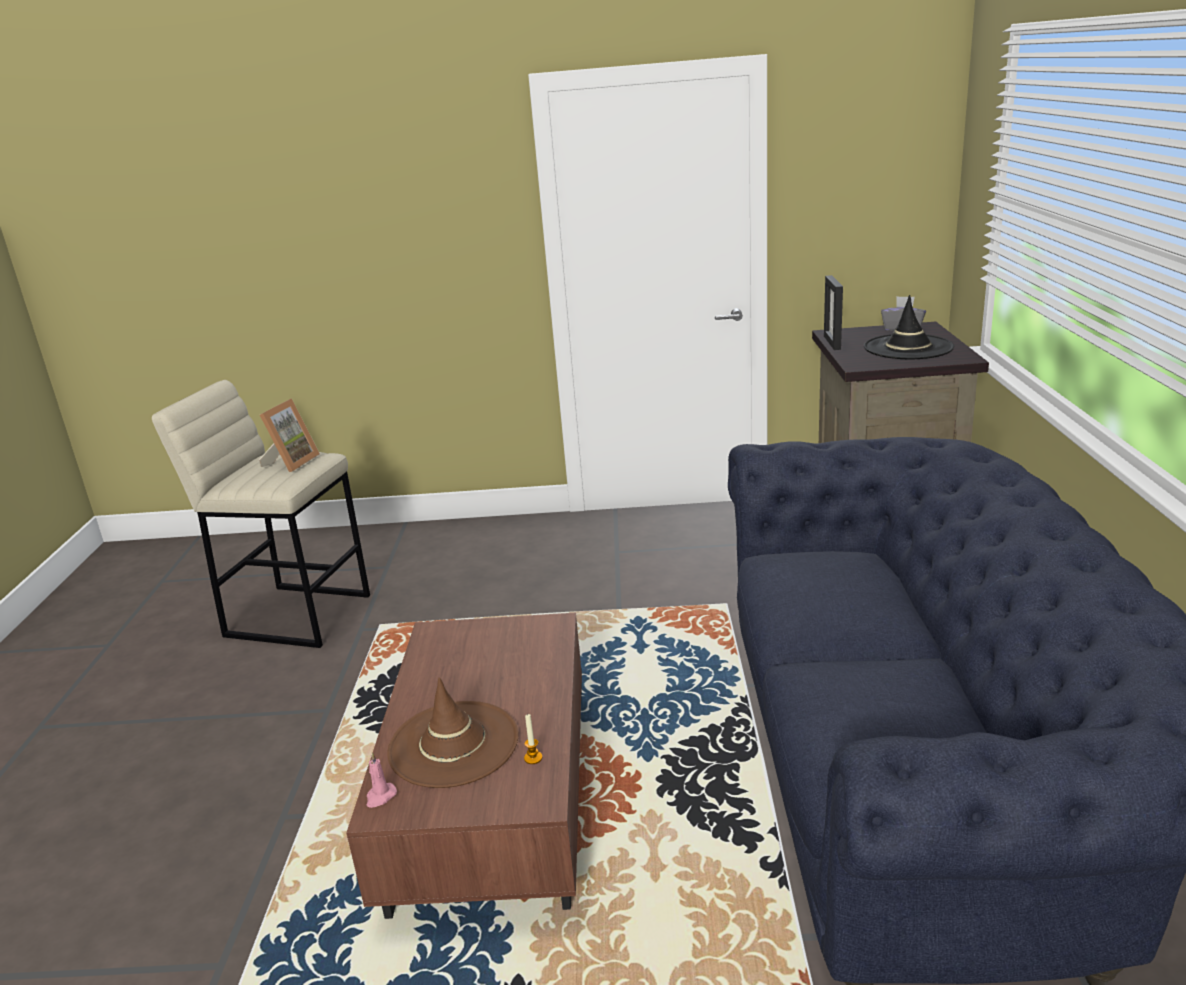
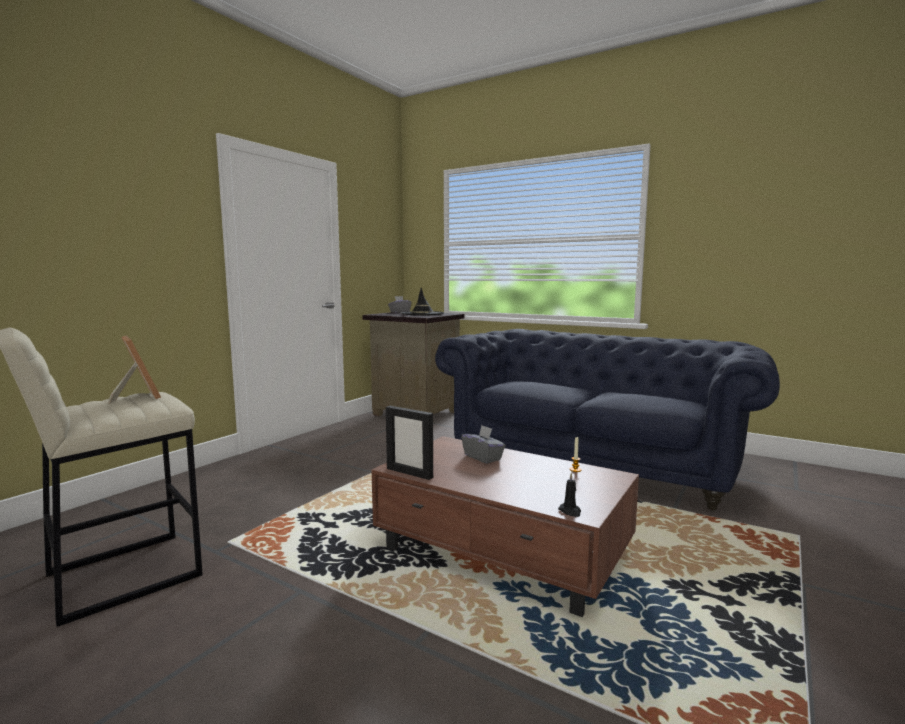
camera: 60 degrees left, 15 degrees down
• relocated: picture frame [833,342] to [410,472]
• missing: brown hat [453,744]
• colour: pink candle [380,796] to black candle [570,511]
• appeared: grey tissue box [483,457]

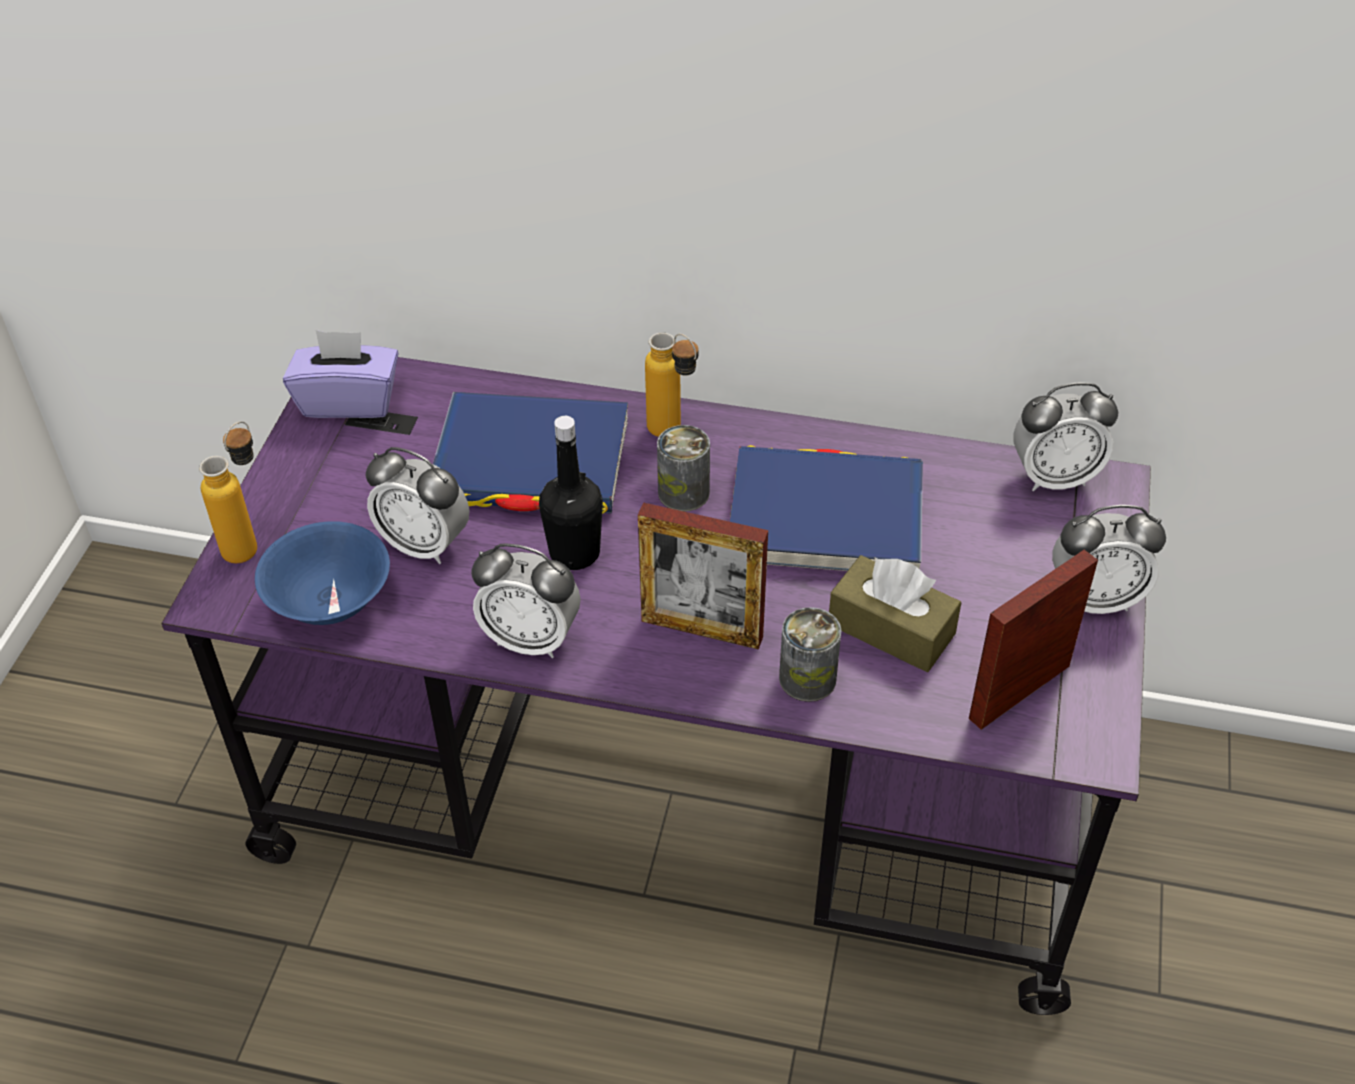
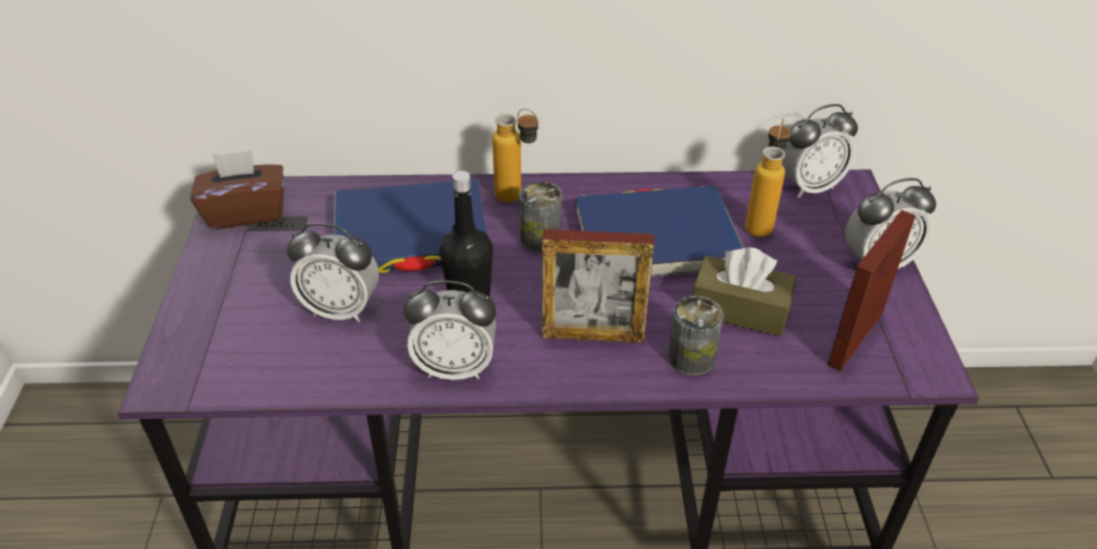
camera: 15 degrees left, 5 degrees down
• colour: purple tissue box [349,400] to brown tissue box [246,212]
• relocated: bottle [250,542] to [760,222]
• missing: blue bowl [329,602]

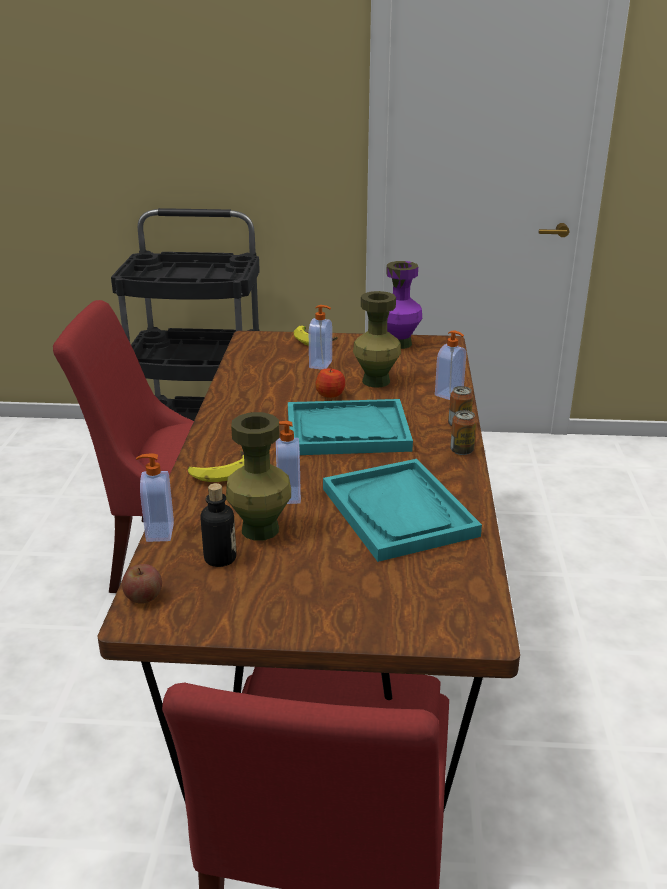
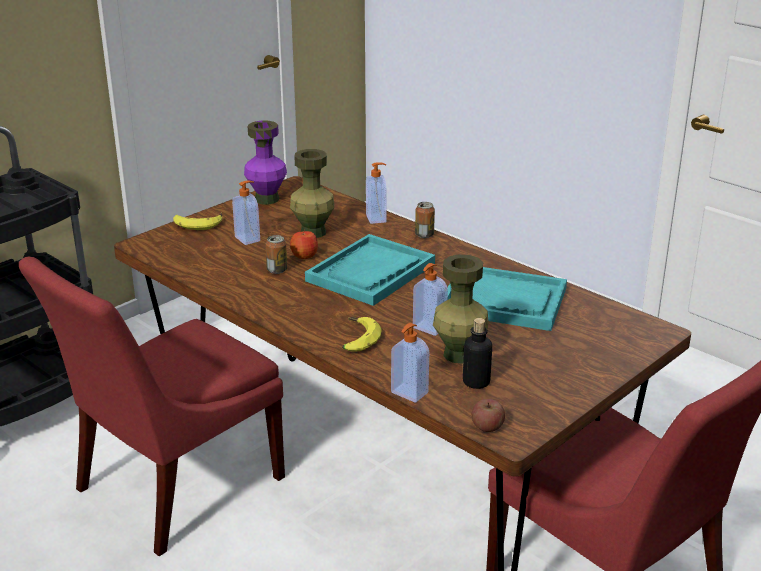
camera: 50 degrees left, 0 degrees up
• relocated: can [461,451] to [277,270]

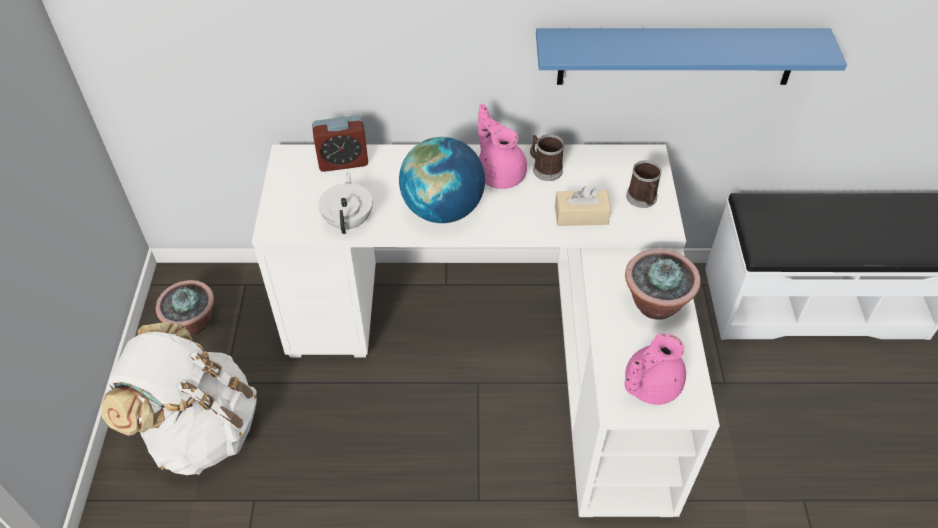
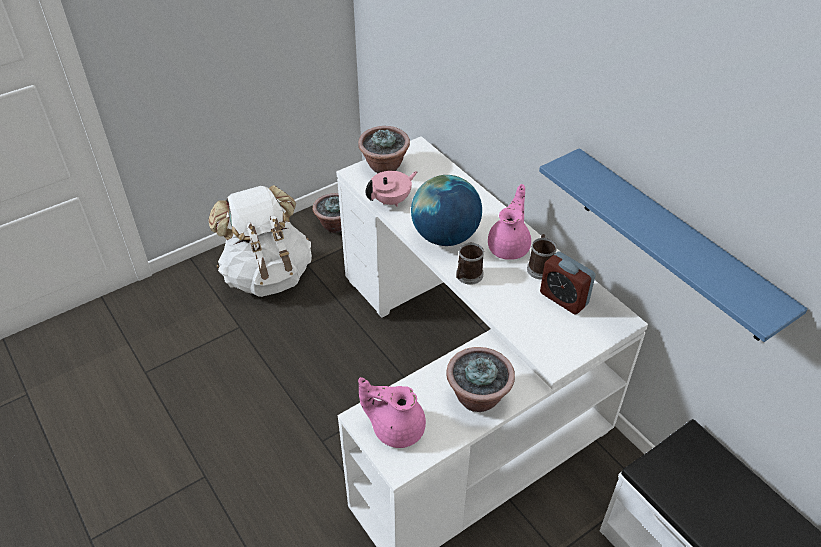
camera: 55 degrees right, 5 degrees down
• relocated: alarm clock [343,161] to [563,298]
• relocated: mug [642,199] to [467,276]
• colour: white teapot [349,220] to pink teapot [392,200]
• missing: beige tissue box [581,215]
• appeared: potted plant [384,167]

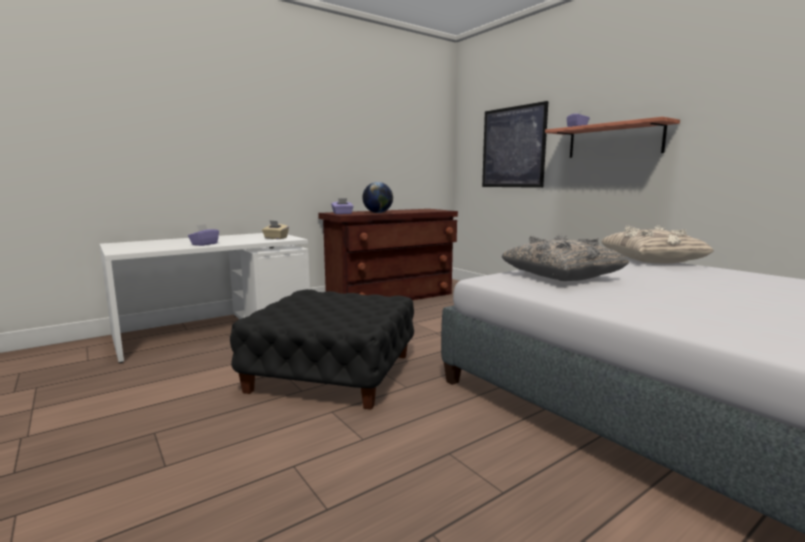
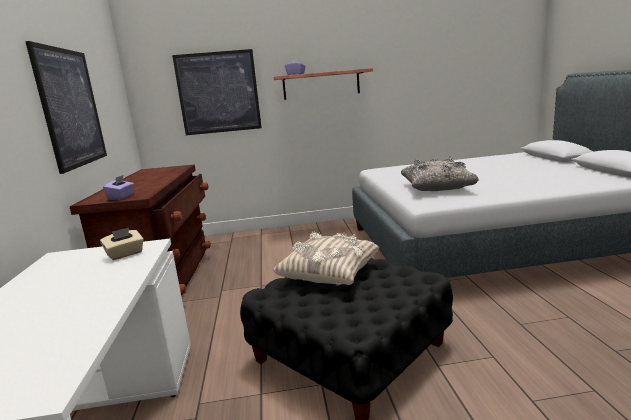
camera: 60 degrees left, 5 degrees up
• missing: globe [377,213]
• missing: purple tissue box [204,244]
• relocated: beige pillow [651,261] to [329,274]
• appeared: picture [71,108]

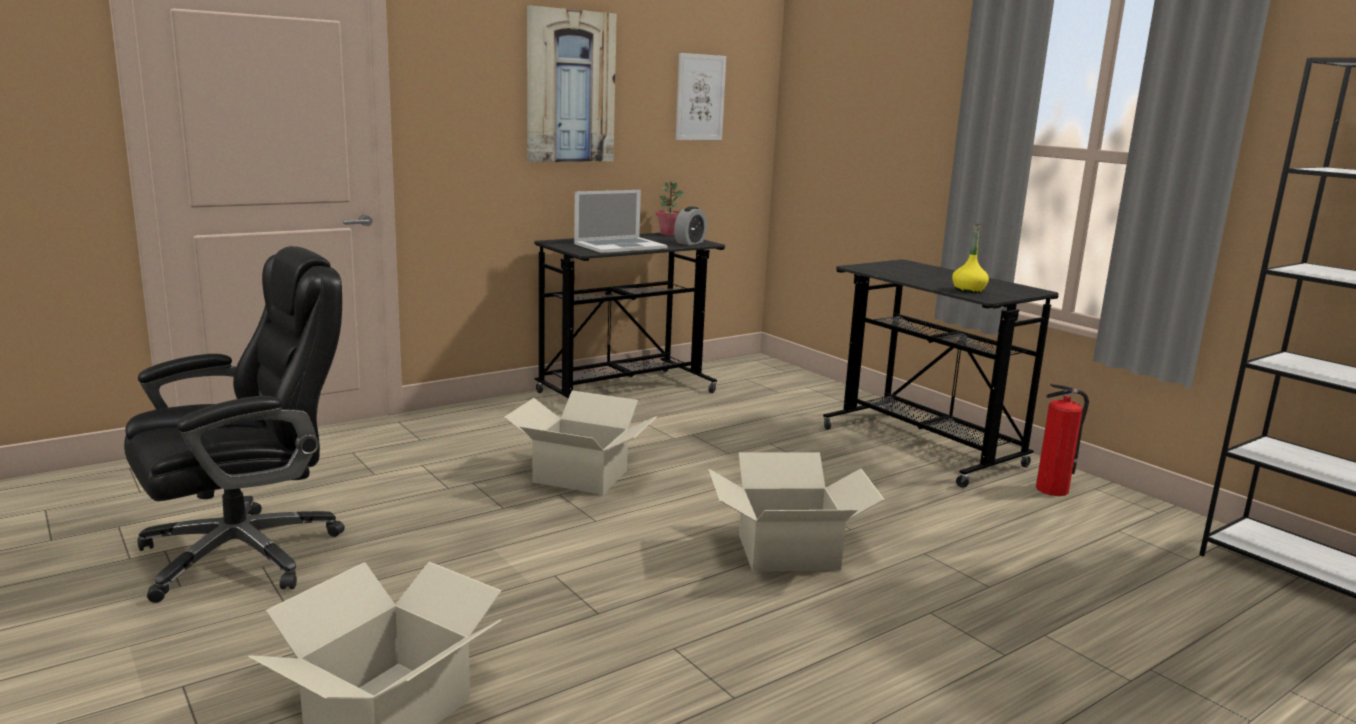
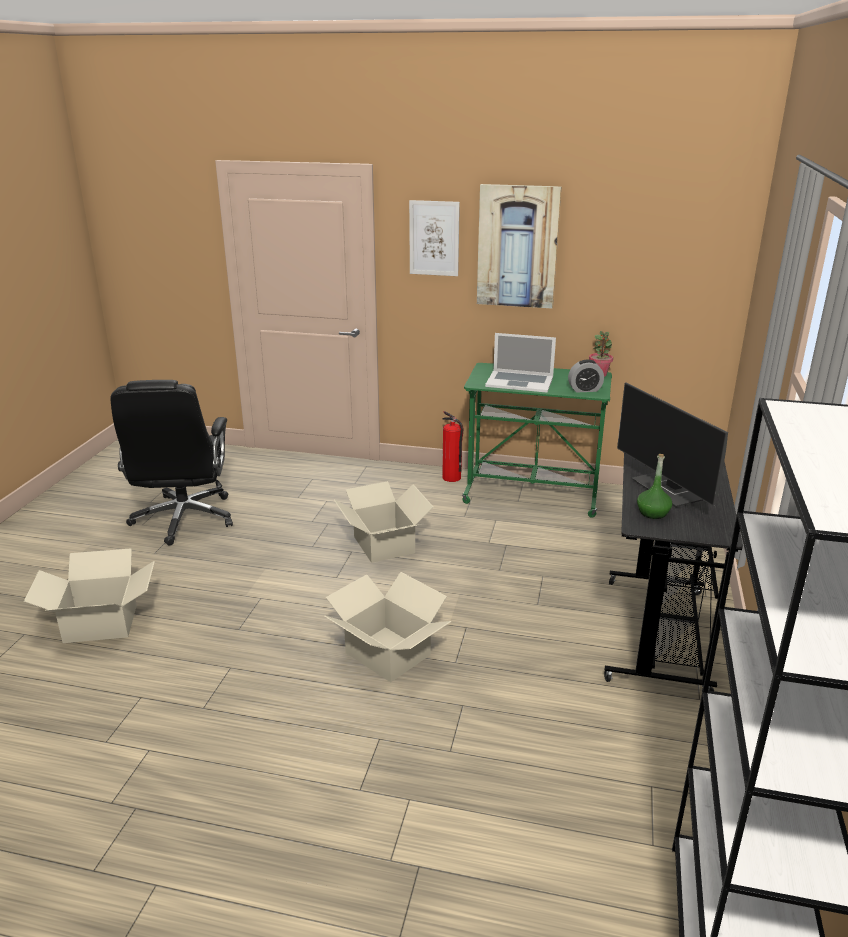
camera: 50 degrees right, 10 degrees up
• relocated: picture [700,97] to [434,238]
• colour: yellow bottle [968,290] to green bottle [652,513]
• colour: black desk [626,392] to green desk [532,493]
• spun: black office chair [246,553] = [184,519] 75 degrees clockwise
• relocated: fire extinguisher [1052,489] to [452,477]
• appeared: monitor [670,490]

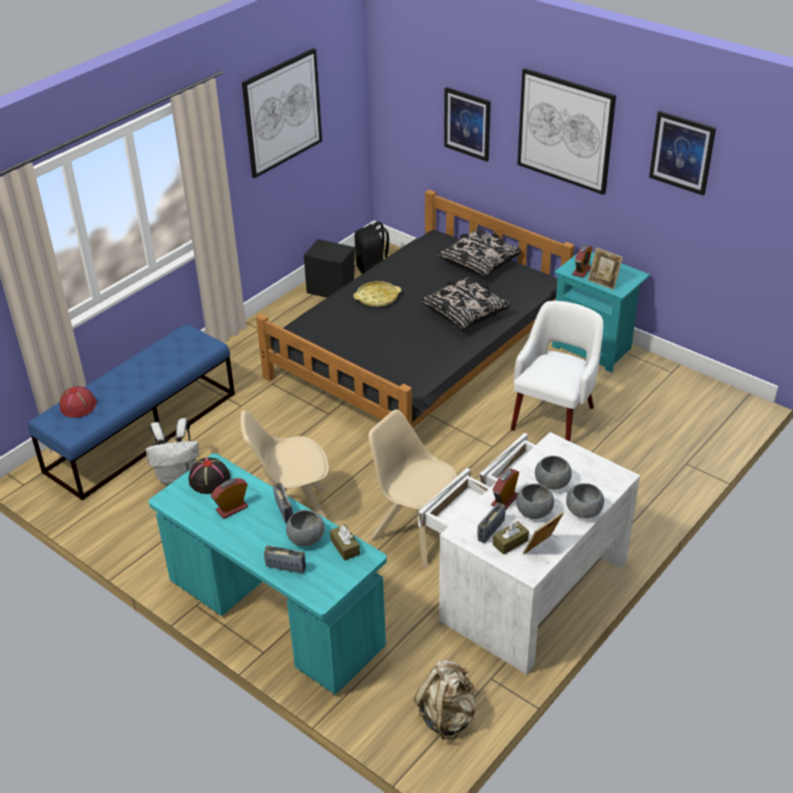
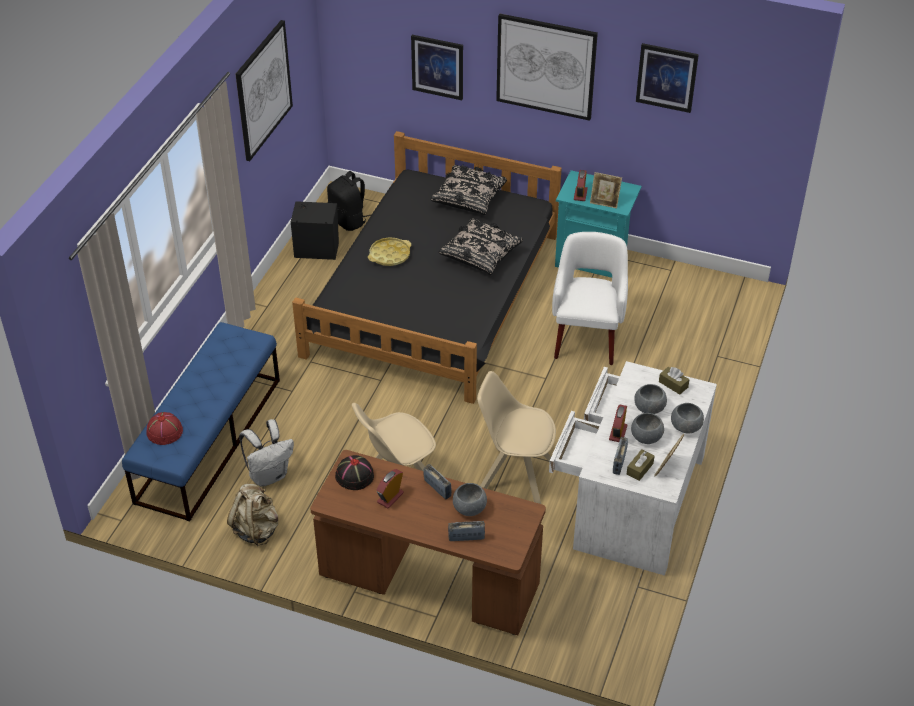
camera: 20 degrees left, 5 degrees up
• colour: turquoise desk [274,614] to brown desk [429,581]
• relocated: brown tissue box [345,547] to [673,384]
• relocated: beige backpack [447,716] to [256,529]

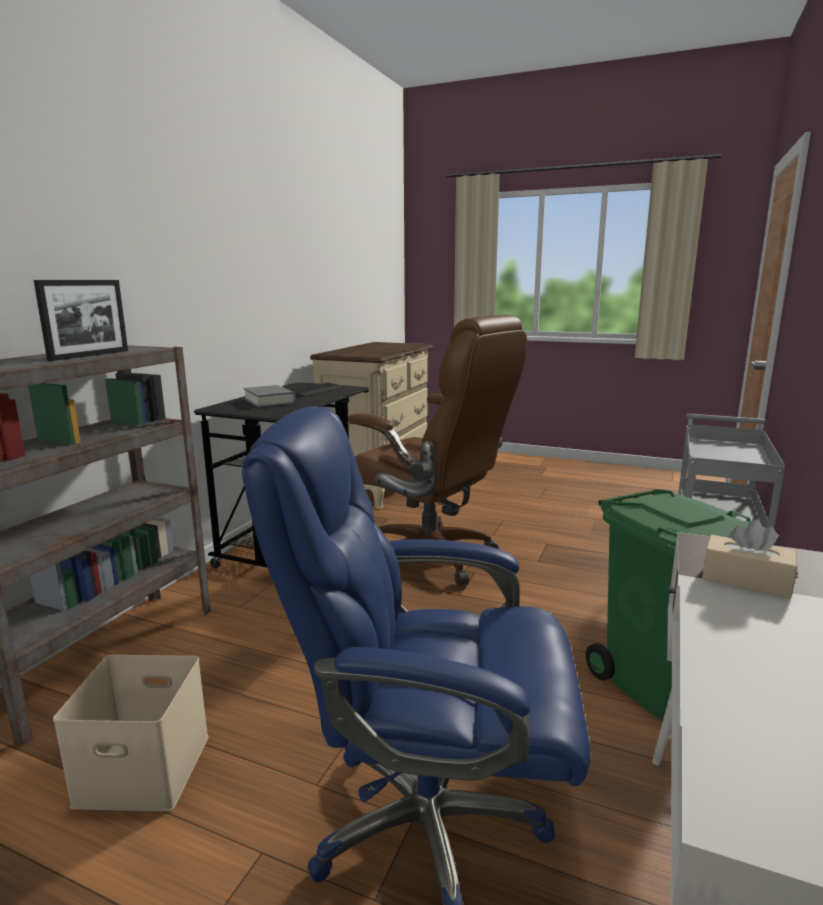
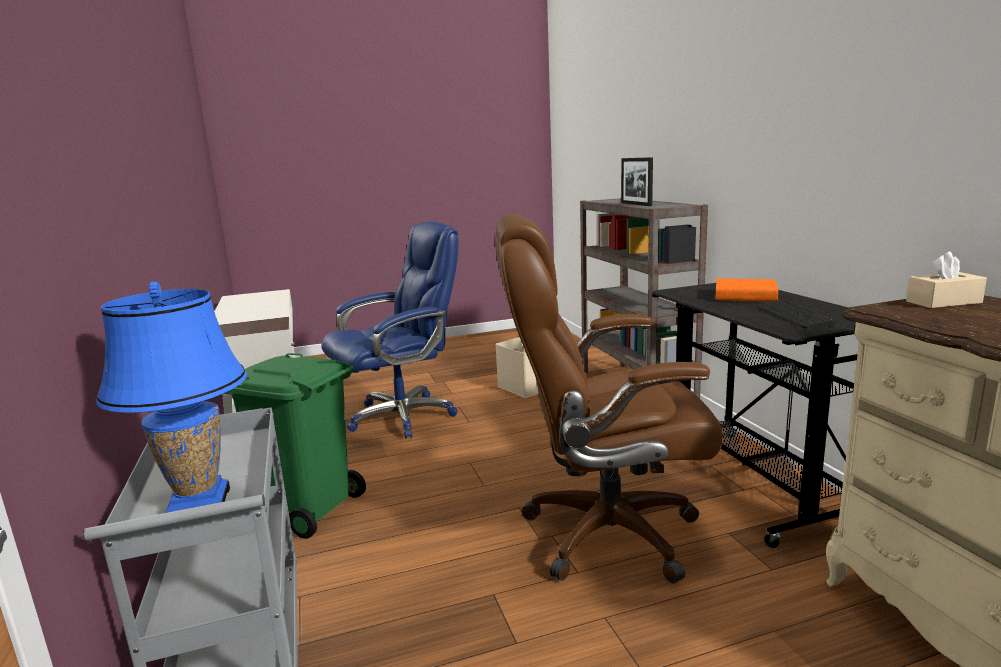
camera: 140 degrees right, 0 degrees up
• colour: grey book [269,401] to orange book [745,296]
• relocated: beige tissue box [746,580] to [943,302]
• appeared: blue table lamp [199,505]

